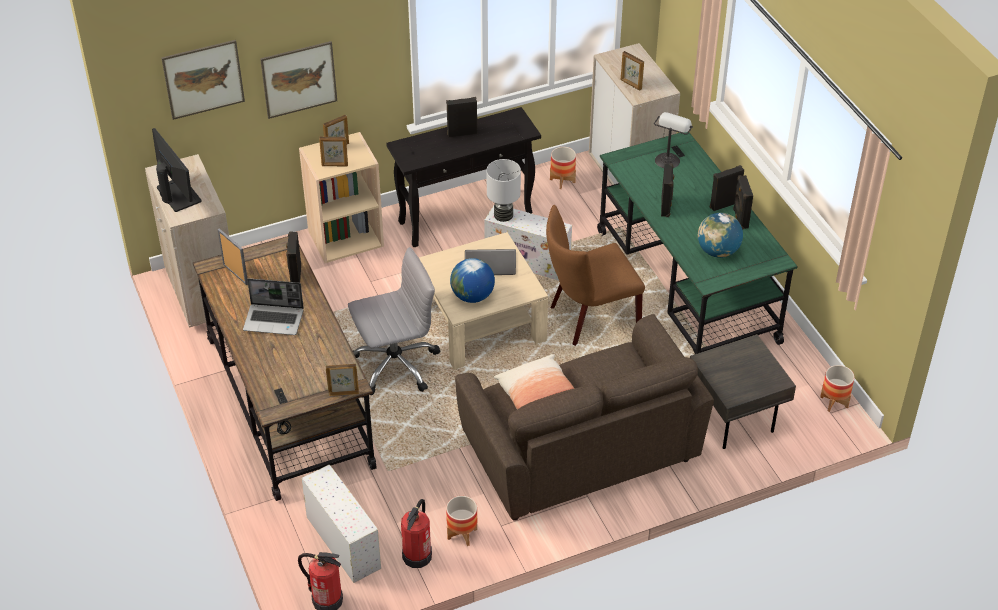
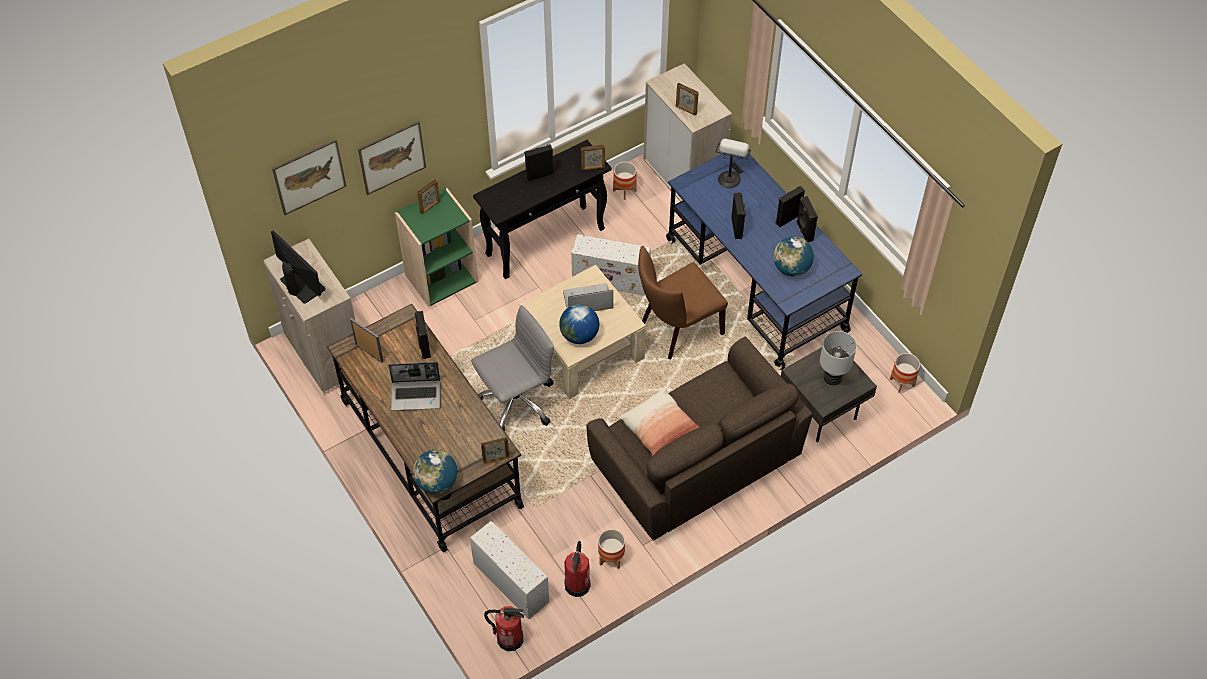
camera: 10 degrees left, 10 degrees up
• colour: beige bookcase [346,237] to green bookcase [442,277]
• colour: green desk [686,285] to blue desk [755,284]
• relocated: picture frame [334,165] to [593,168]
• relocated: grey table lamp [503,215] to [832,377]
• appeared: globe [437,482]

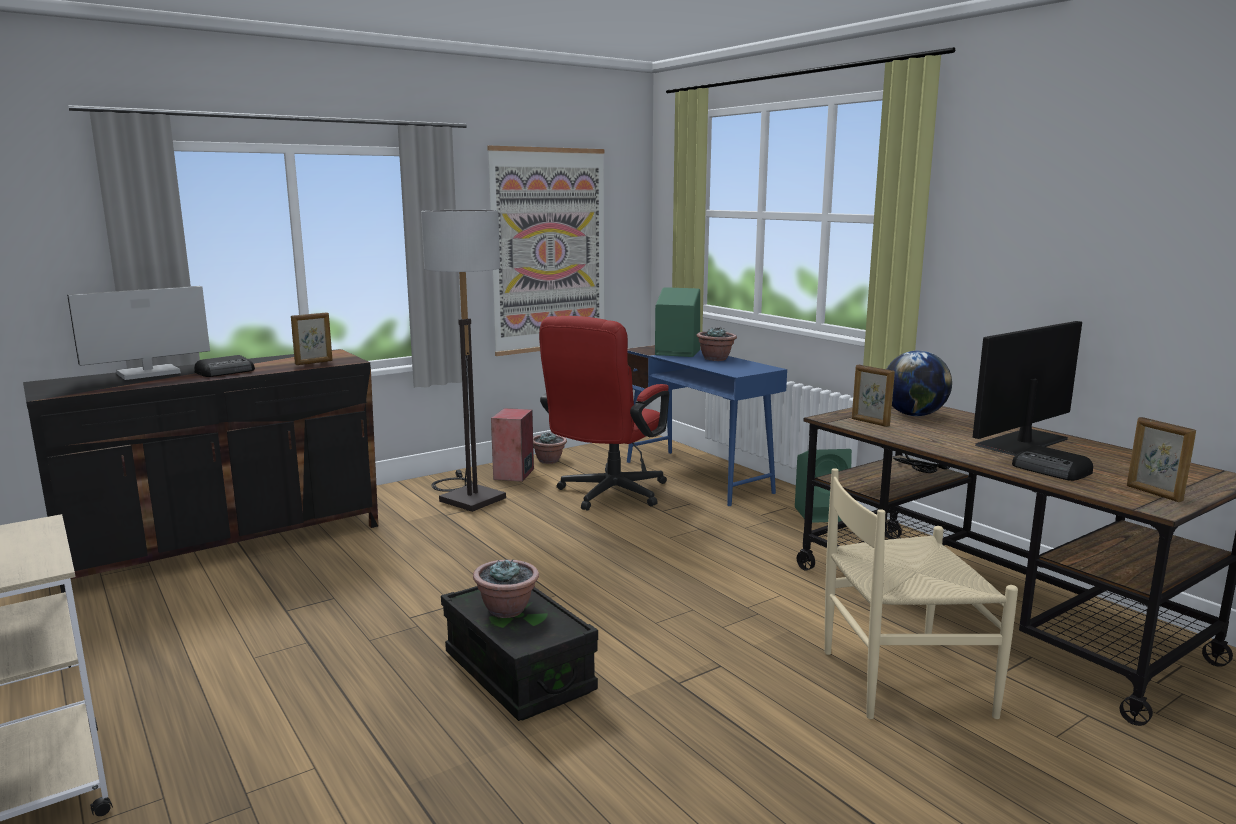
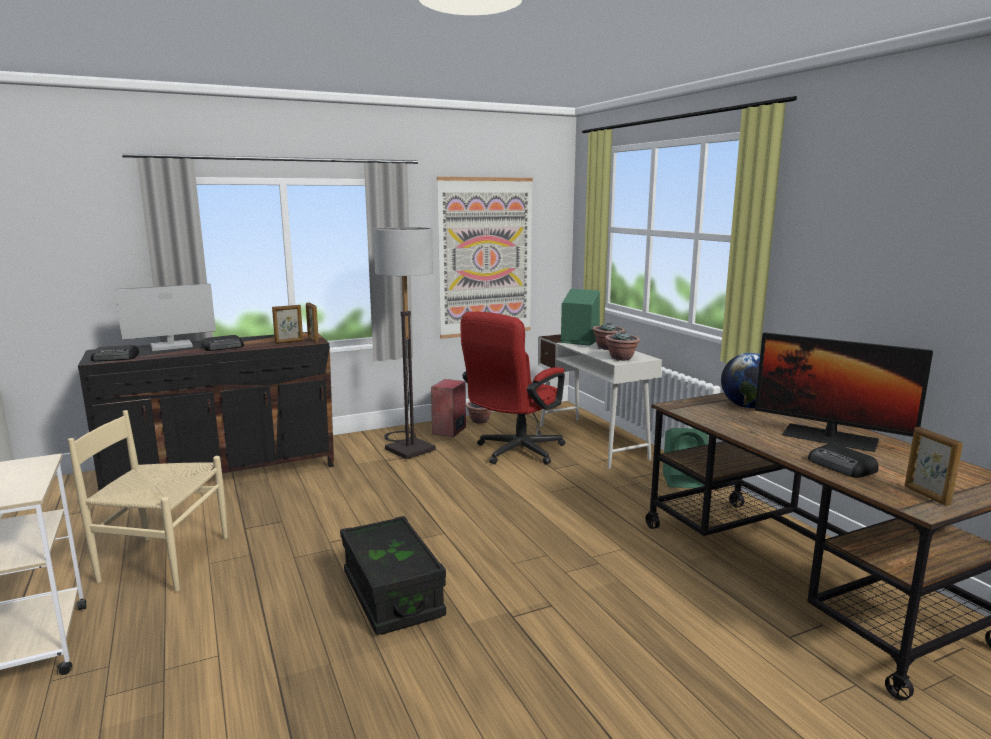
camera: 10 degrees right, 0 degrees up
• spun: monitor [1021,442] = [830,438] 120 degrees counterclockwise
• colour: blue desk [697,477] to white desk [592,441]
• relocated: picture frame [870,422] to [313,340]
• relocated: beige chair [901,680] to [162,561]
• relocated: potted plant [507,609] to [621,358]
• appeared: radio [116,358]

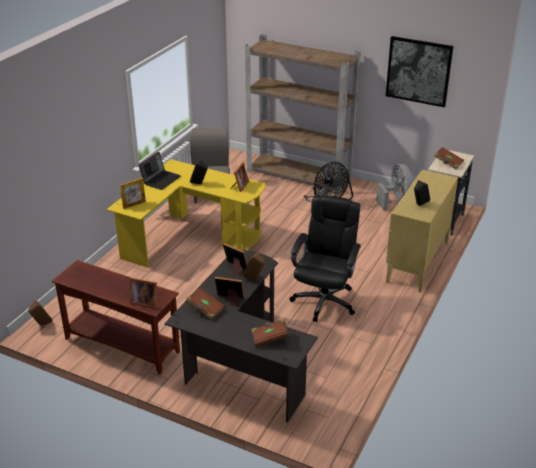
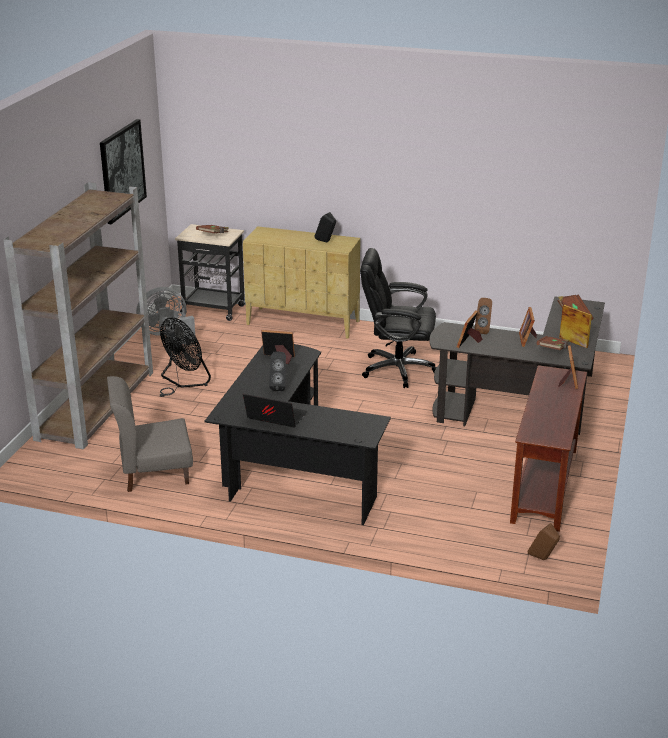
camera: 100 degrees left, 5 degrees down
• colour: yellow desk [189,237] to black desk [289,474]
• relocated: picture frame [134,205] to [573,342]

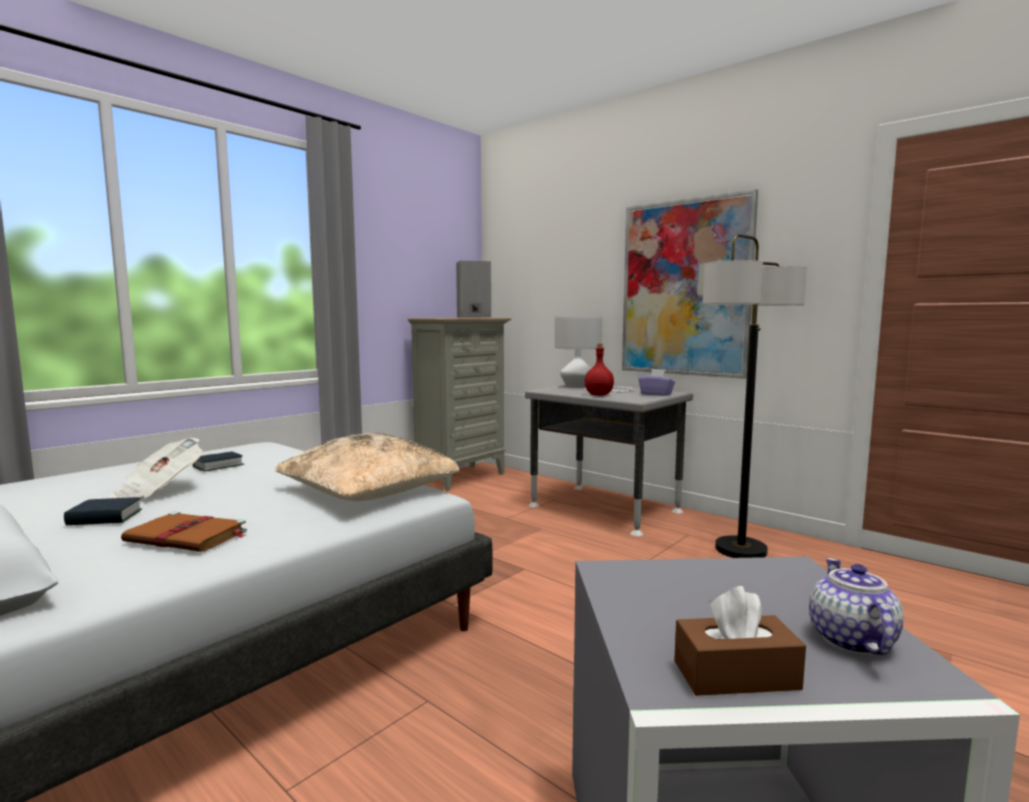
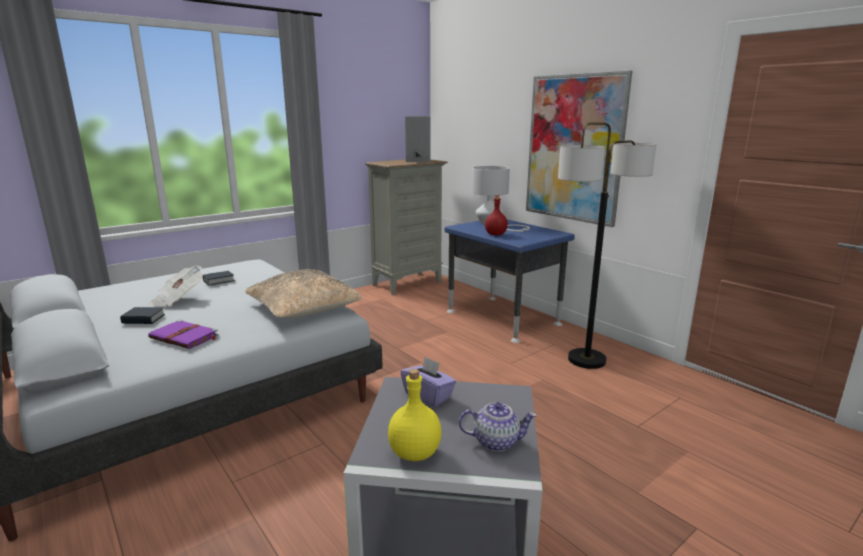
camera: 10 degrees right, 10 degrees up
• relocated: purple tissue box [656,394] to [428,395]
• colour: grey desk [605,508] to blue desk [503,317]
• colour: brown book [188,537] to purple book [185,337]
• spun: teapot [850,639] = [496,441] 75 degrees clockwise
• exchanged: brown tissue box [736,675] to yellow bottle [414,453]

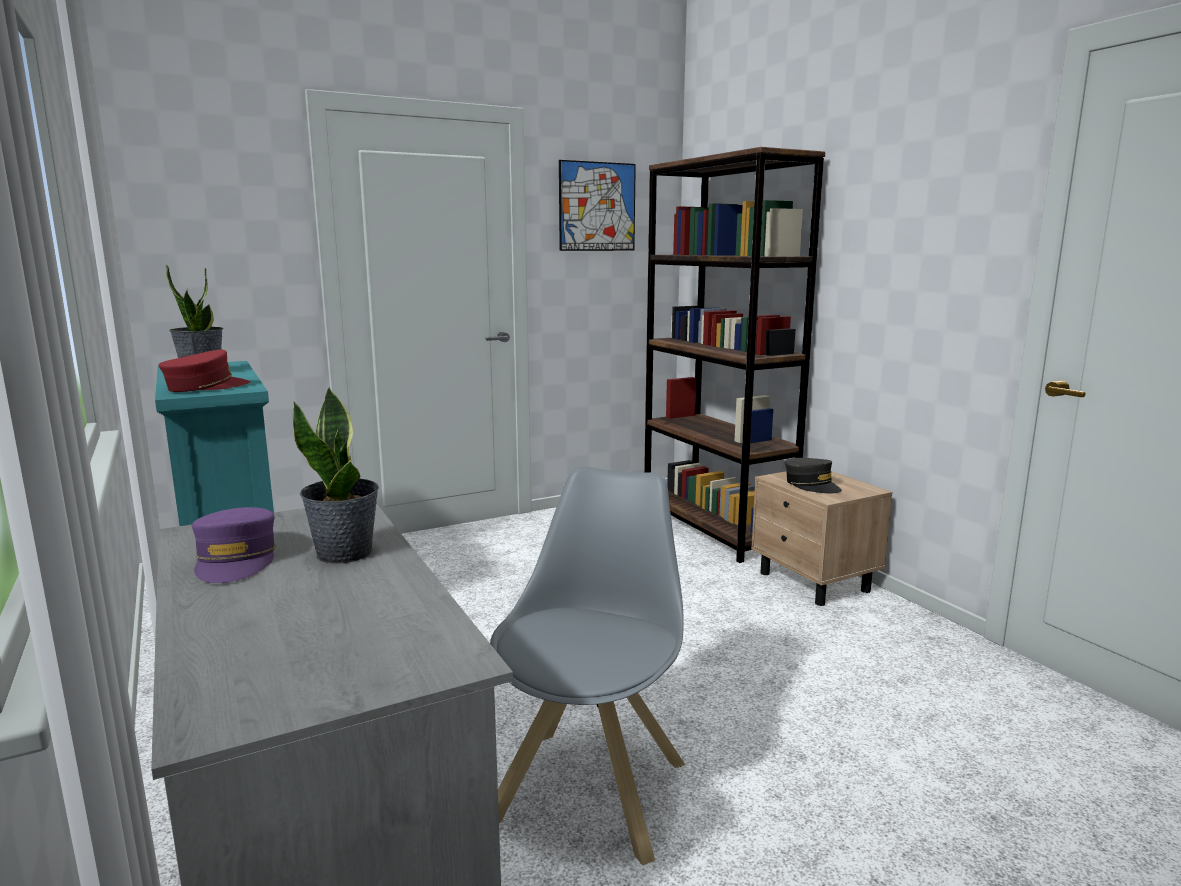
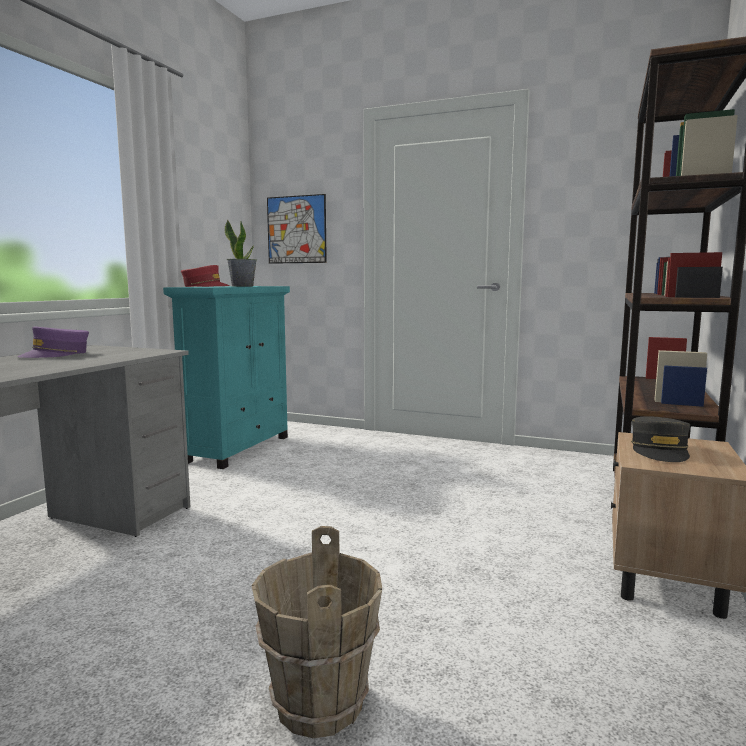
camera: 50 degrees right, 5 degrees down
• relocated: picture [597,206] to [296,229]
• missing: potted plant [345,553]
• missing: grey chair [592,786]
• appeared: brown bucket [318,704]

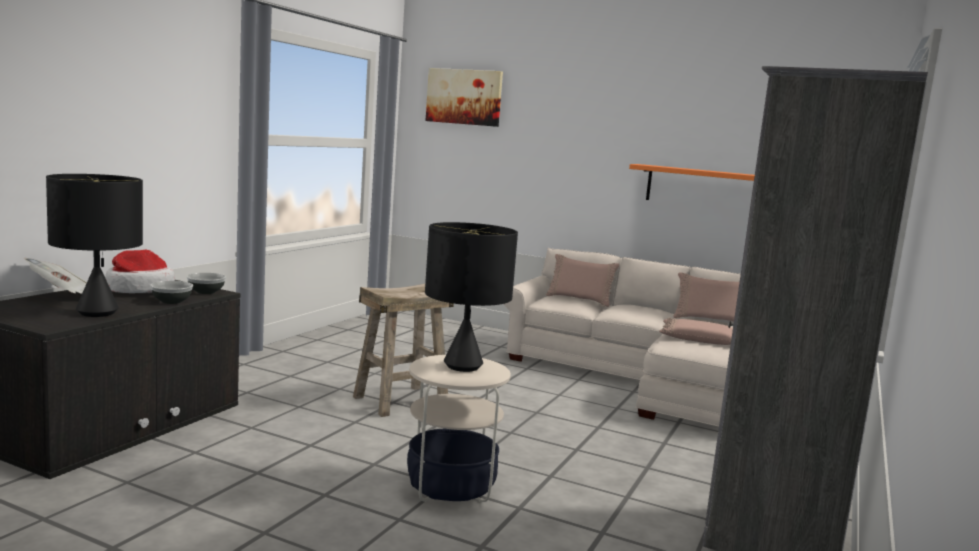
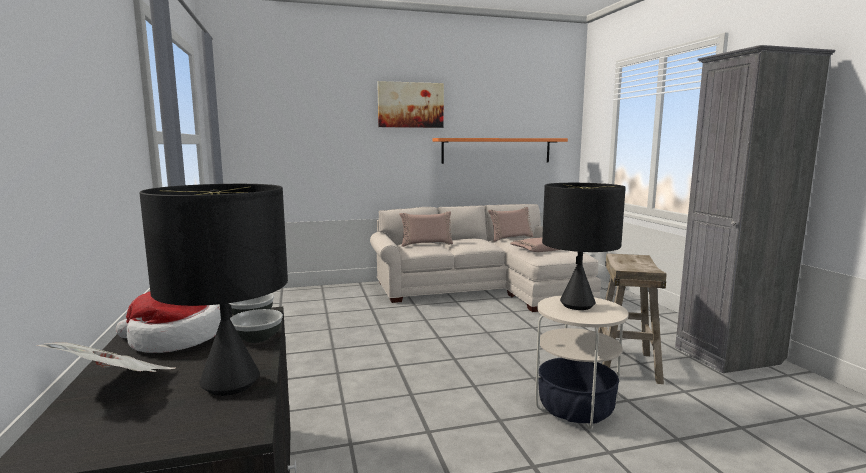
camera: 40 degrees left, 0 degrees up
• relocated: picture [464,97] to [410,105]
• relocated: beige stool [400,400] to [625,364]

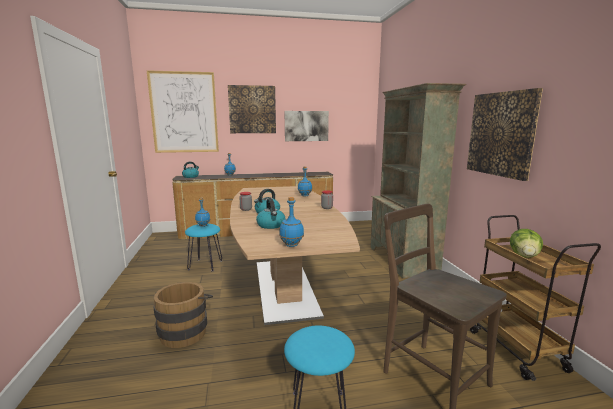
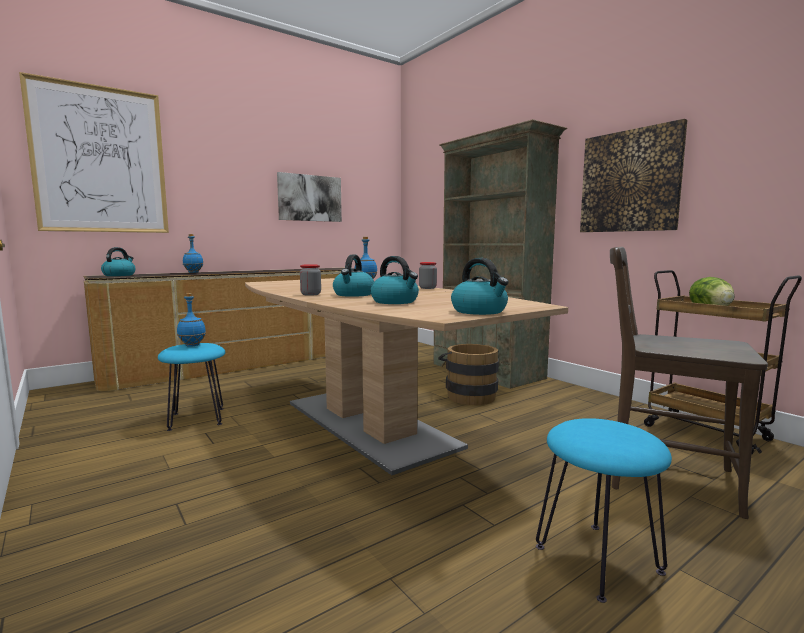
camera: 25 degrees left, 5 degrees down
• missing: picture [252,109]
• exchanged: blue bottle [292,245] to kettle [480,311]
• relocated: brown bucket [185,331] to [469,395]

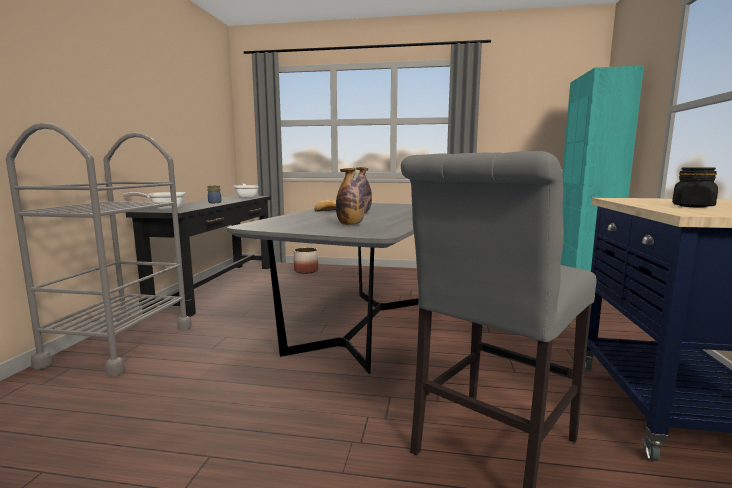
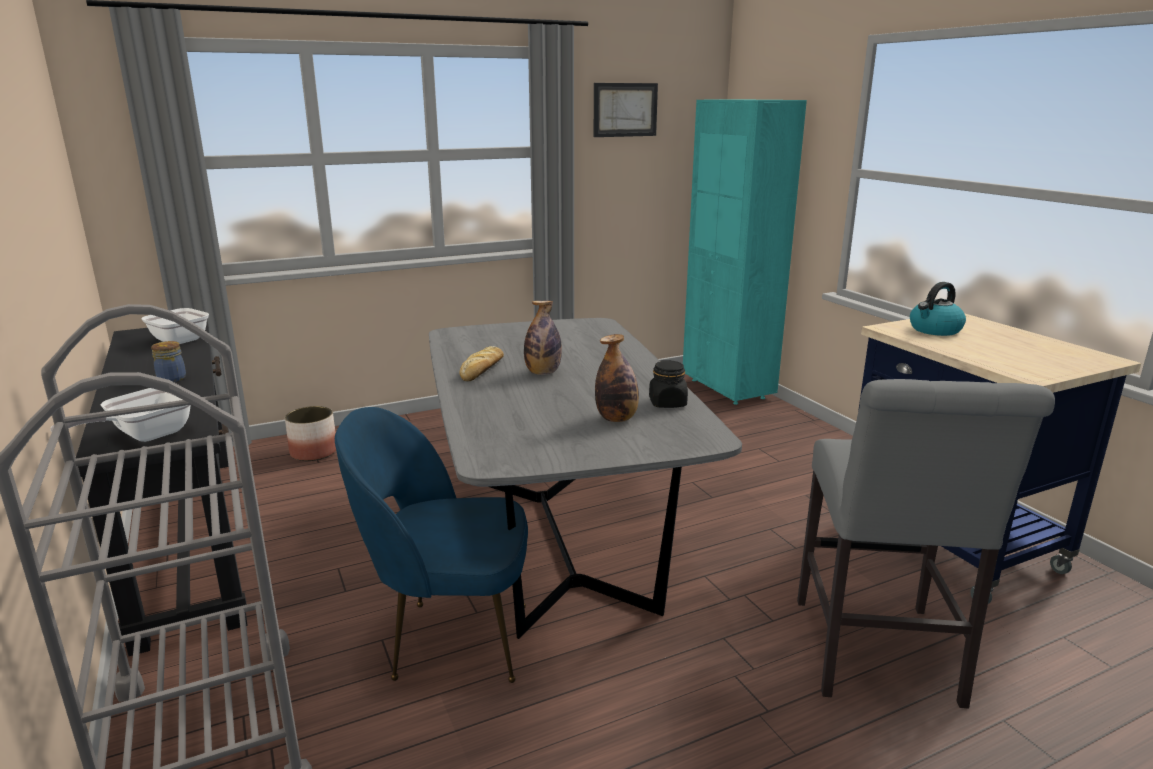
camera: 35 degrees left, 10 degrees up
• relocated: black jar [692,206] to [667,403]
• appeared: picture [625,110]
• appeared: kettle [934,330]
• appeared: blue chair [449,640]

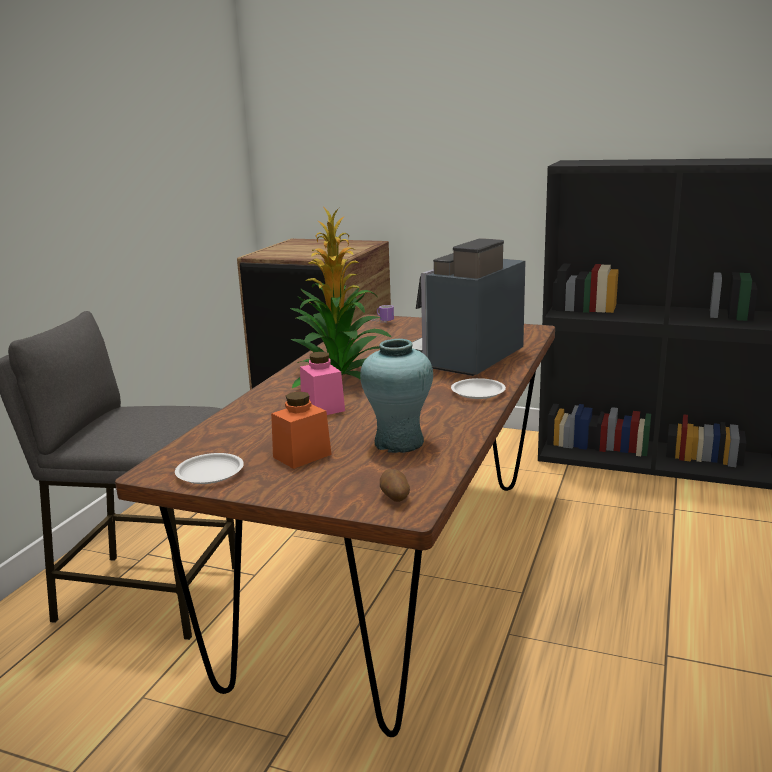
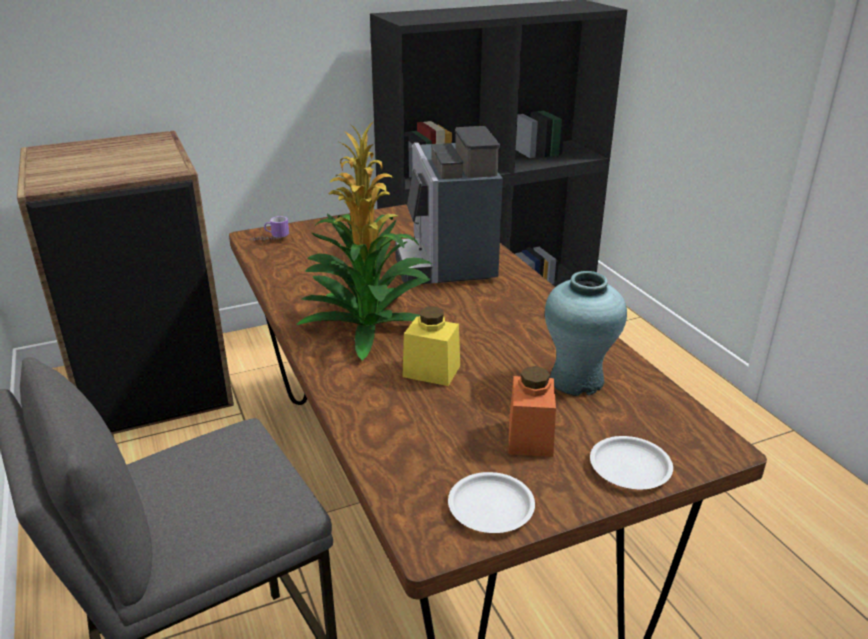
camera: 45 degrees left, 10 degrees up
• colour: pink jar [322,407] to yellow jar [431,371]
• relocated: white plate [477,392] to [629,467]
• missing: potato [394,497]

